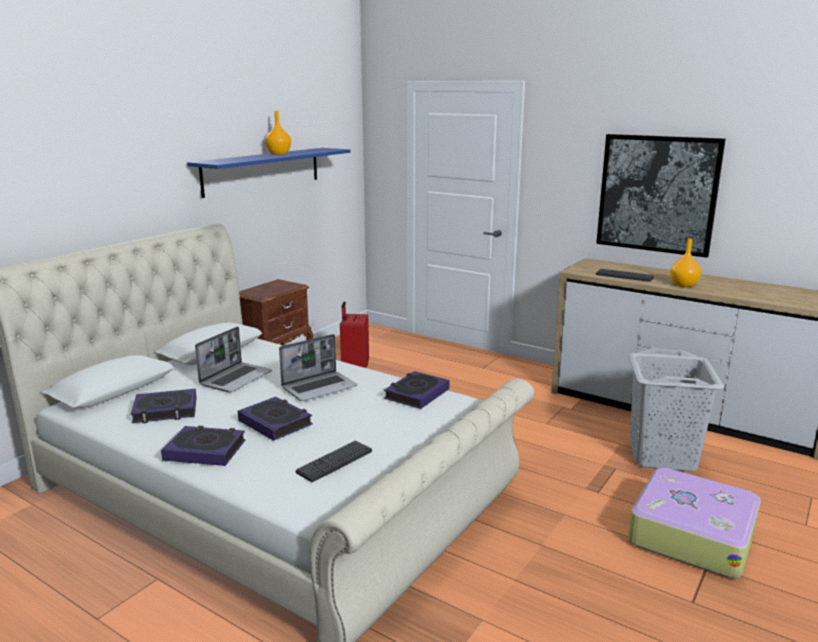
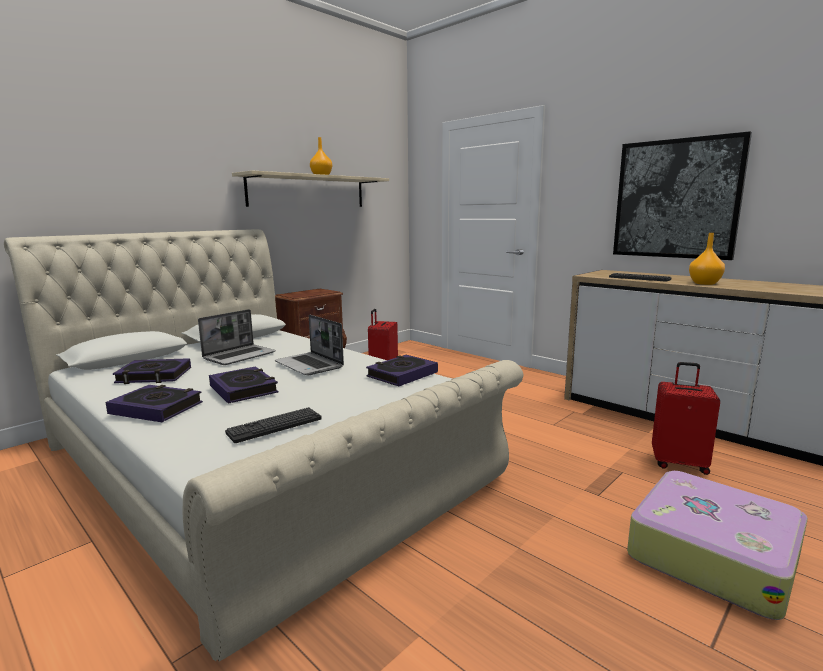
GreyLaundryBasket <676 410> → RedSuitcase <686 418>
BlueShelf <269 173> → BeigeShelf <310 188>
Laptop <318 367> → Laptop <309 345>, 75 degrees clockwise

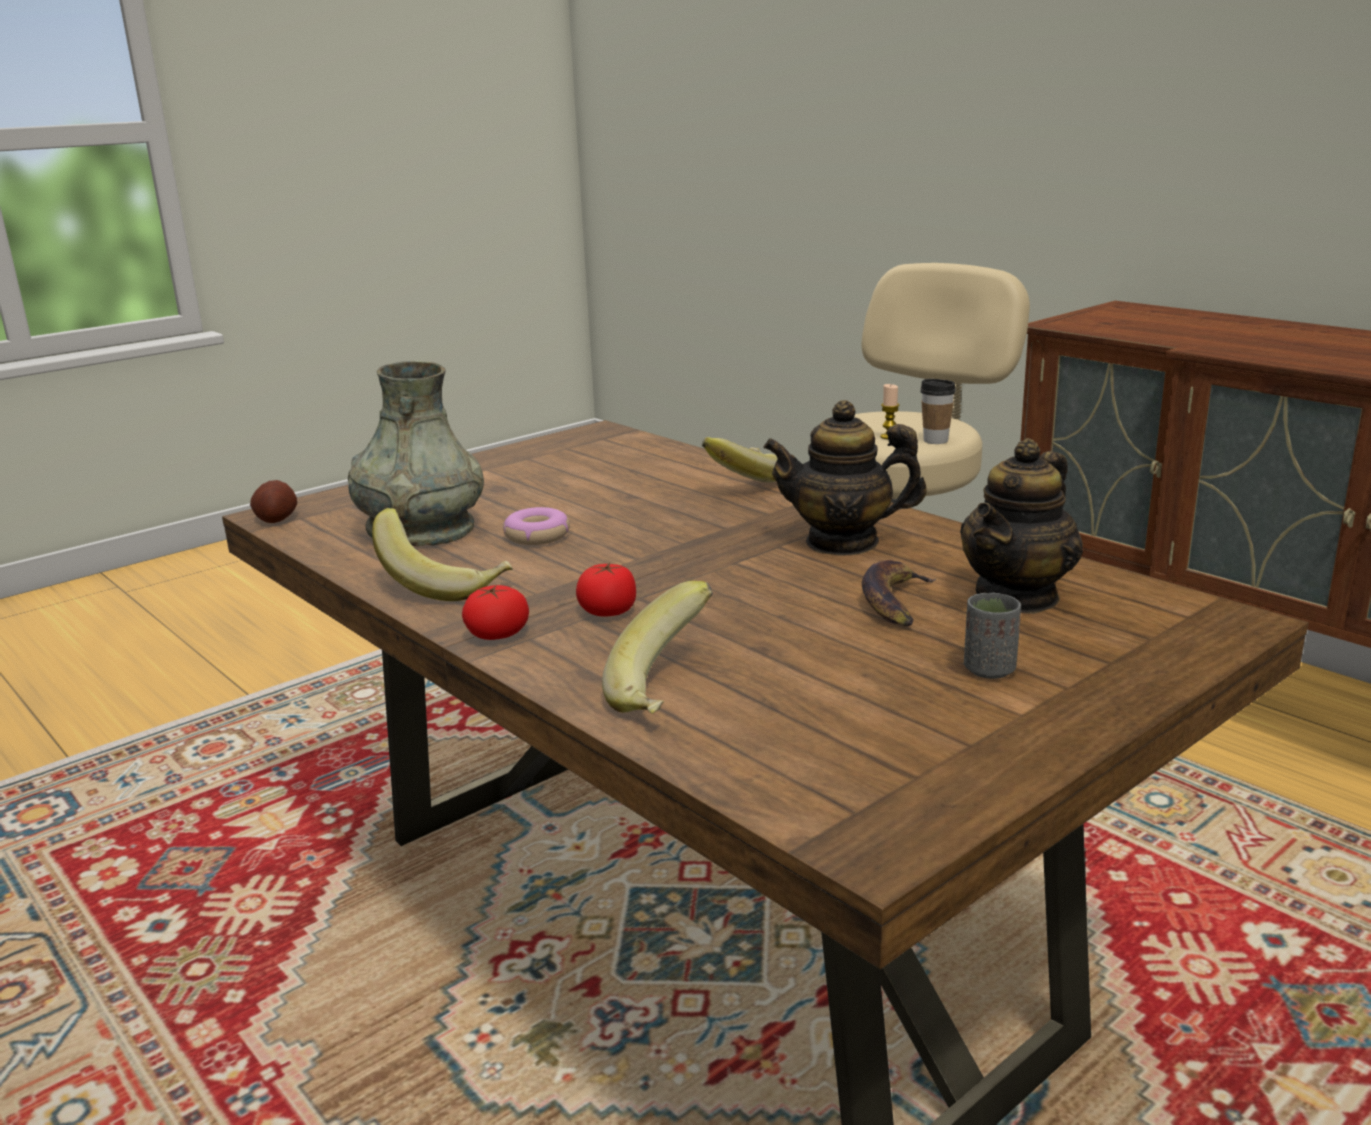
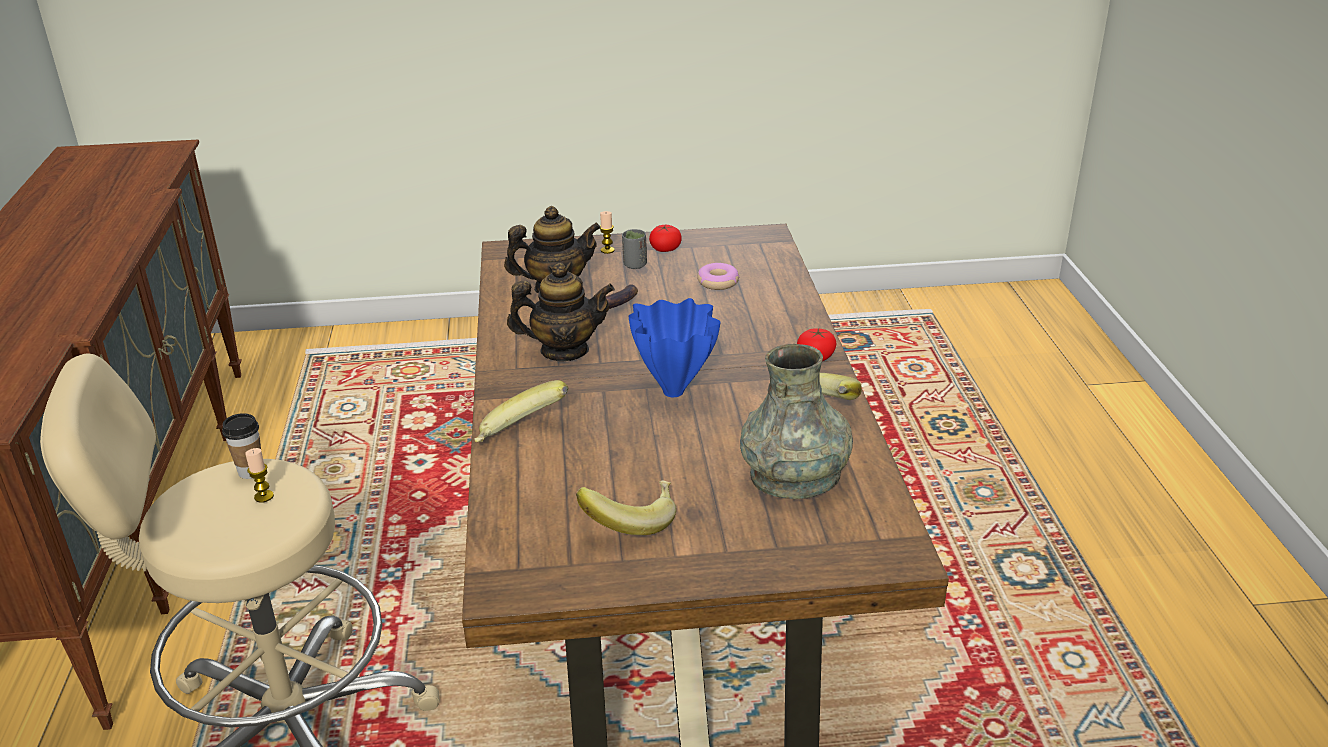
Potato <273 501> → -
- → Candle <607 232>
- → BlueVase <674 347>
Donut <536 526> → Donut <718 276>, moved
Tomato <606 589> → Tomato <665 238>, moved
Banana <657 647> → Banana <626 507>, moved
Teapot <845 478> → Teapot <561 312>, 45 degrees counterclockwise

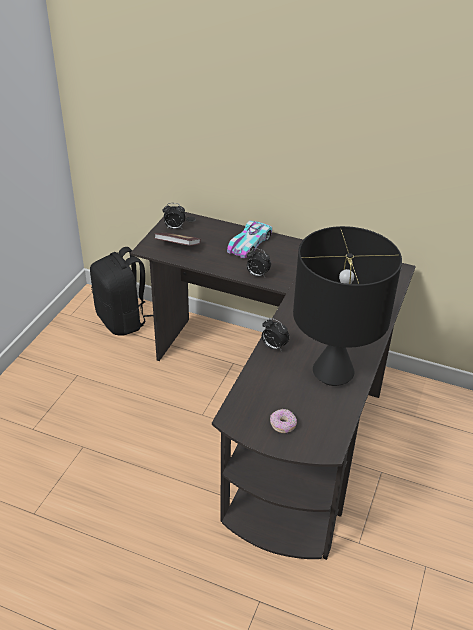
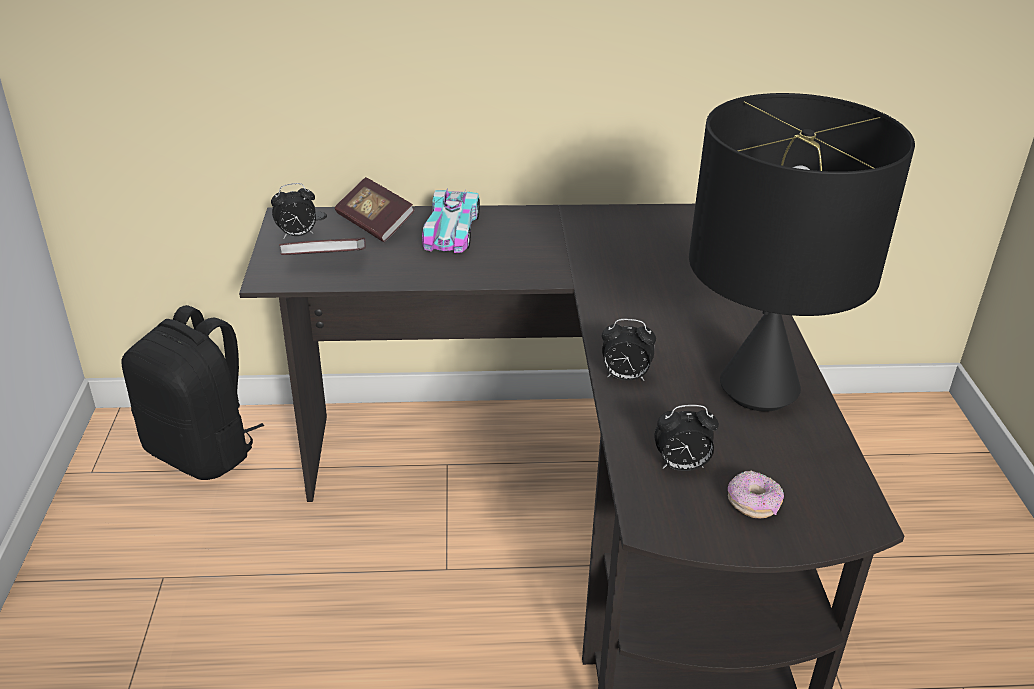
- → Book <375 209>
AlarmClock <259 262> → AlarmClock <686 438>, moved

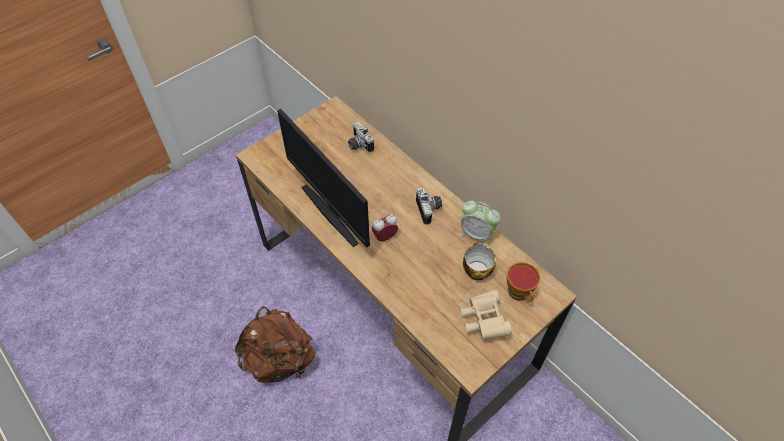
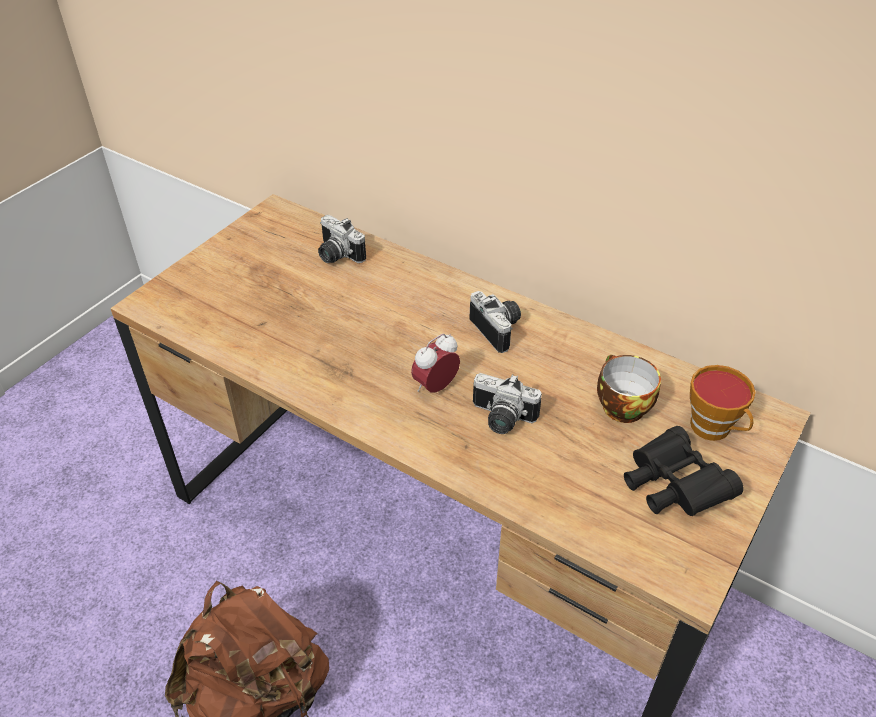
Monitor <323 178> → -
AlarmClock <479 224> → -
- → PhotoCamera <507 403>
BeigeBinoculars <486 314> → BlackBinoculars <684 471>

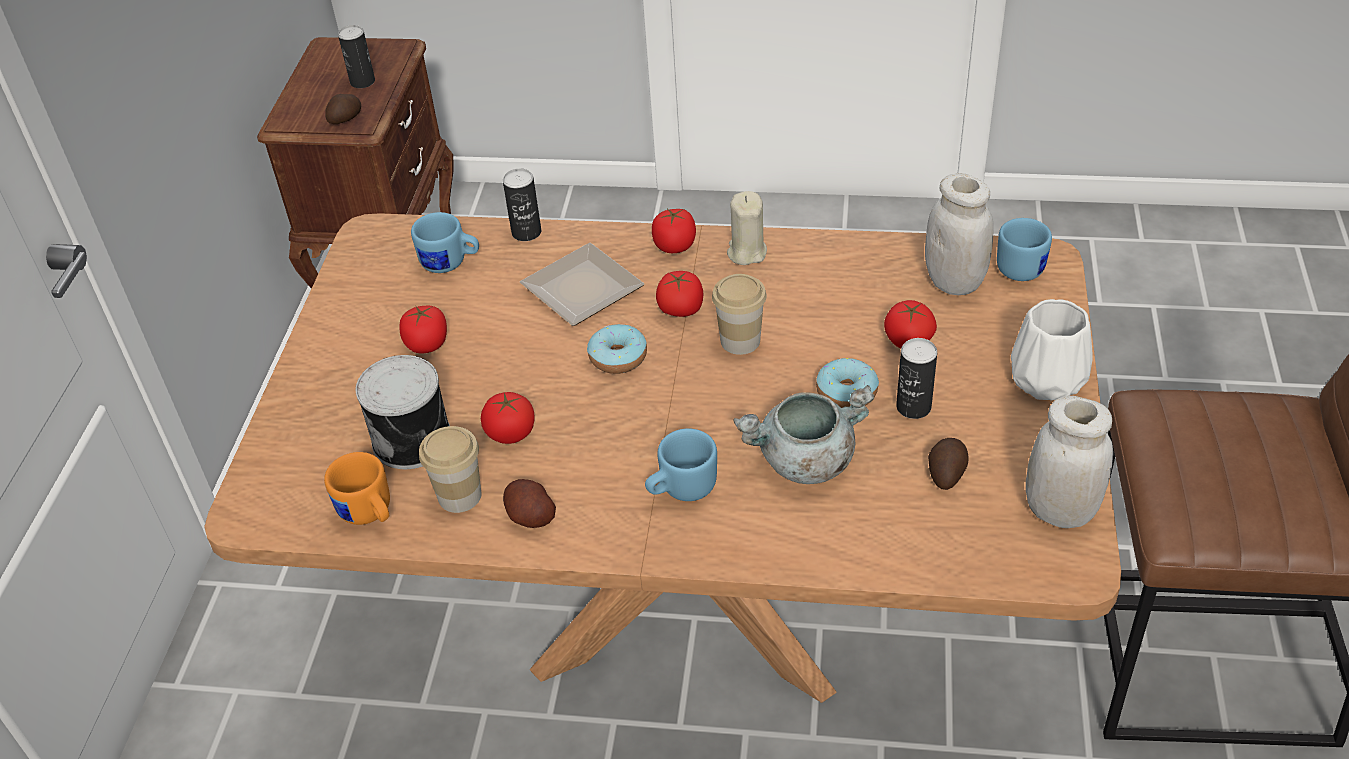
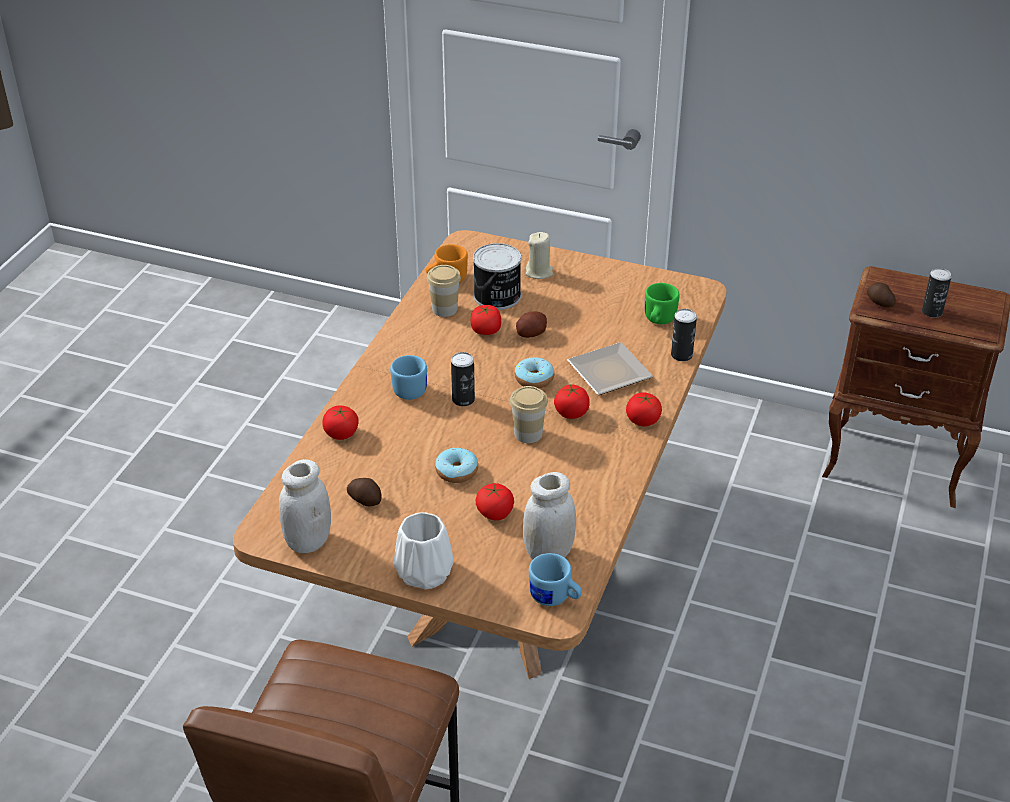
GreyCookingPot <803 434> → -
Tomato <423 329> → Tomato <340 422>, moved
Potato <529 503> → Potato <531 324>, moved
BeigeCandle <747 228> → BeigeCandle <539 255>, moved
Can <916 378> → Can <463 379>, moved
BlueMug <445 242> → GreenMug <662 303>

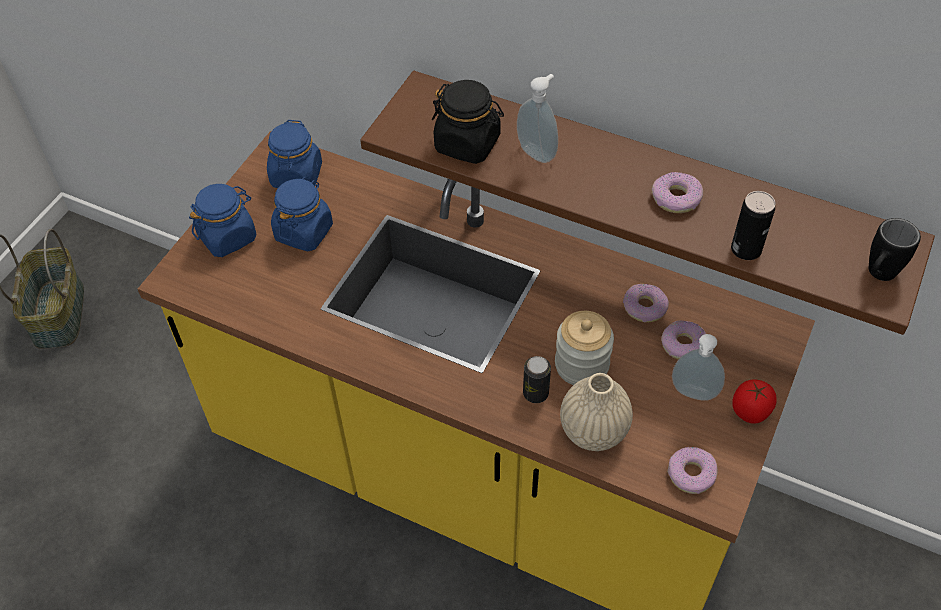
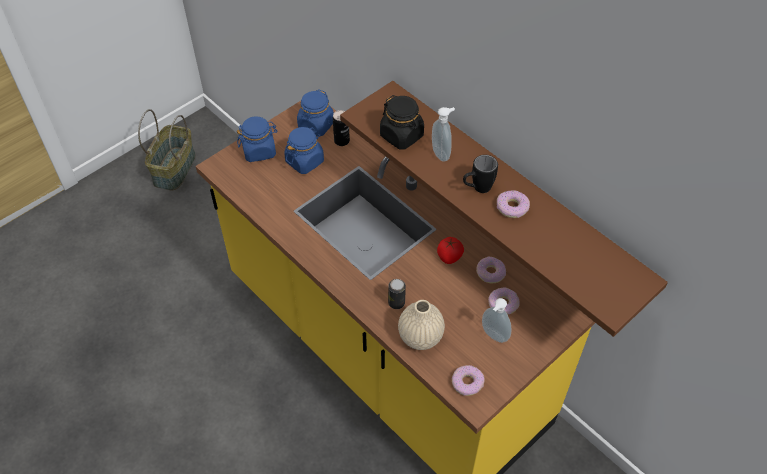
Jar <584 348> → -
Can <753 225> → Can <341 128>, moved
Tomato <754 402> → Tomato <450 250>, moved
BlackMug <895 249> → BlackMug <480 174>, moved

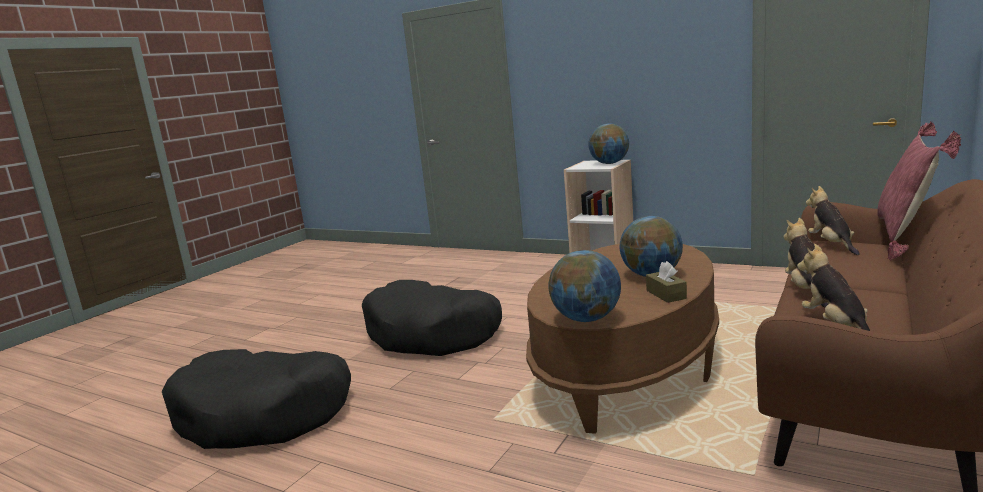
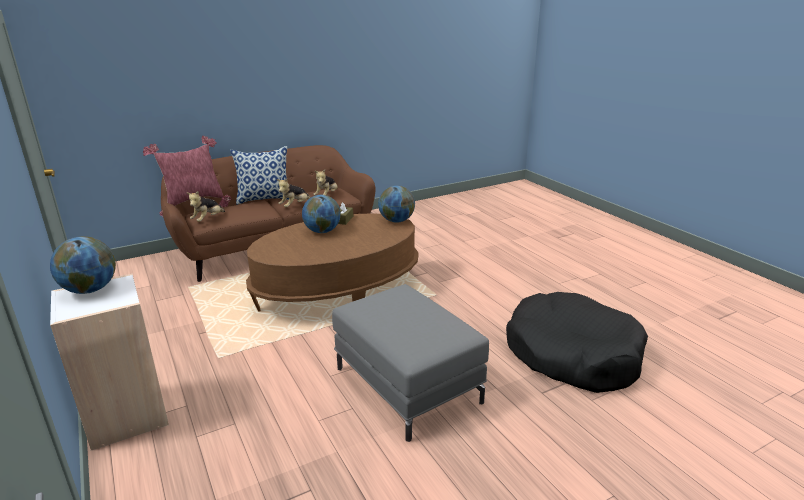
- → Pillow <259 175>
BlackDogBed <432 318> → GreyOttoman <410 363>

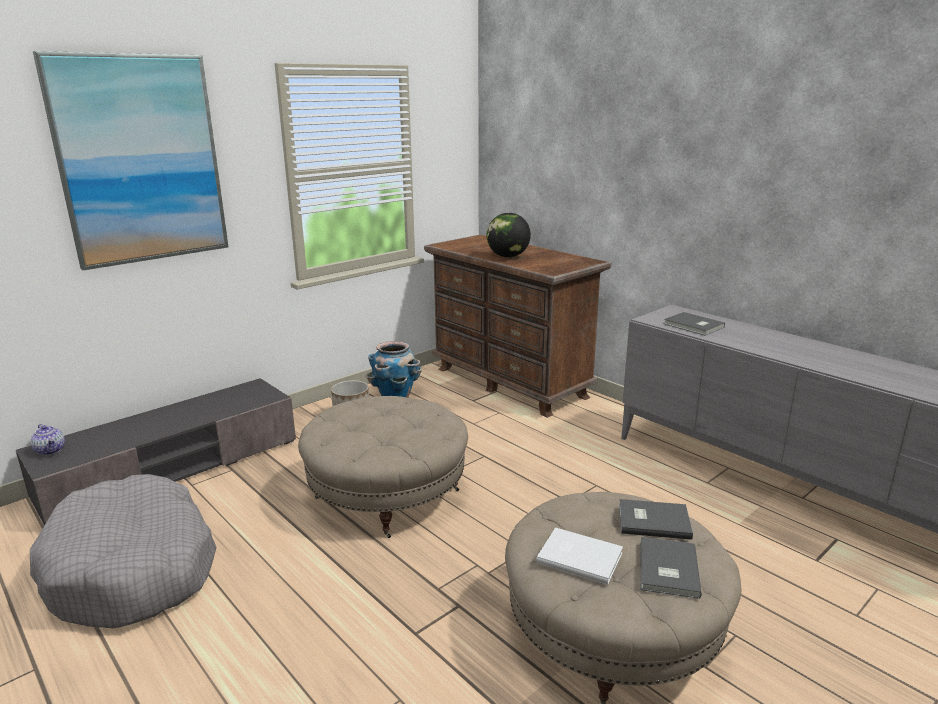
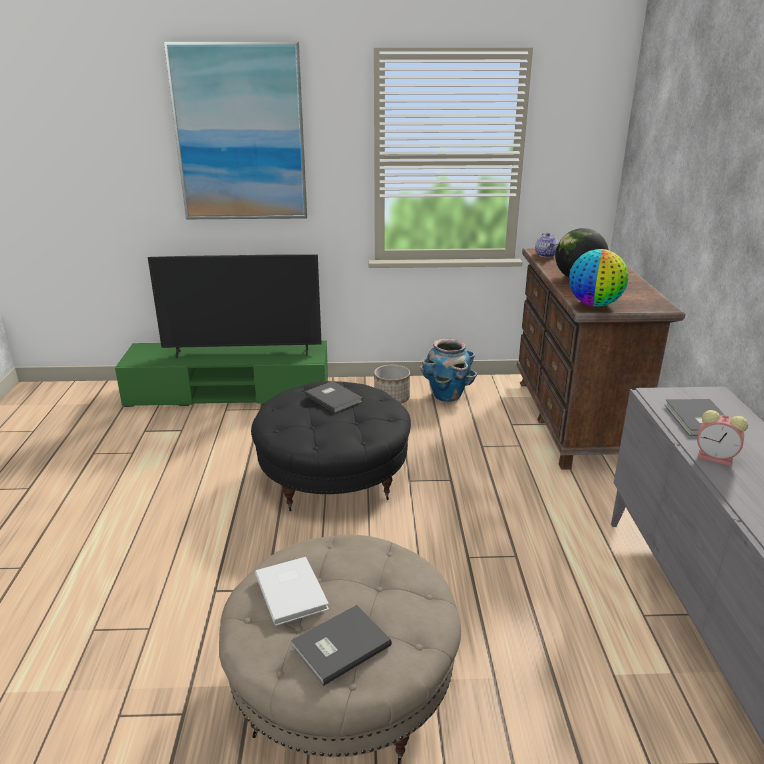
GreyDogBed <123 551> → -
- → Television <235 306>
- → Globe <598 278>
- → AlarmClock <722 438>
Teapot <47 439> → Teapot <547 245>, moved
GreyBook <656 519> → GreyBook <333 397>, moved
GreyTvStand <156 451> → GreenTvStand <221 374>
BeigeOttoman <383 467> → BlackOttoman <331 446>

